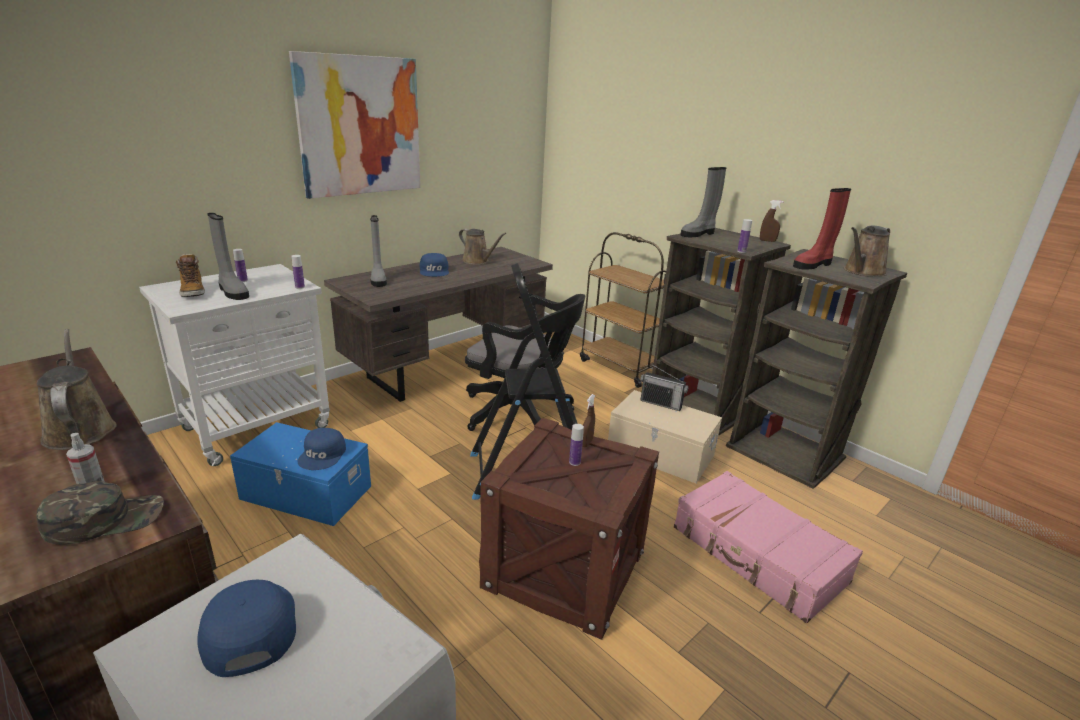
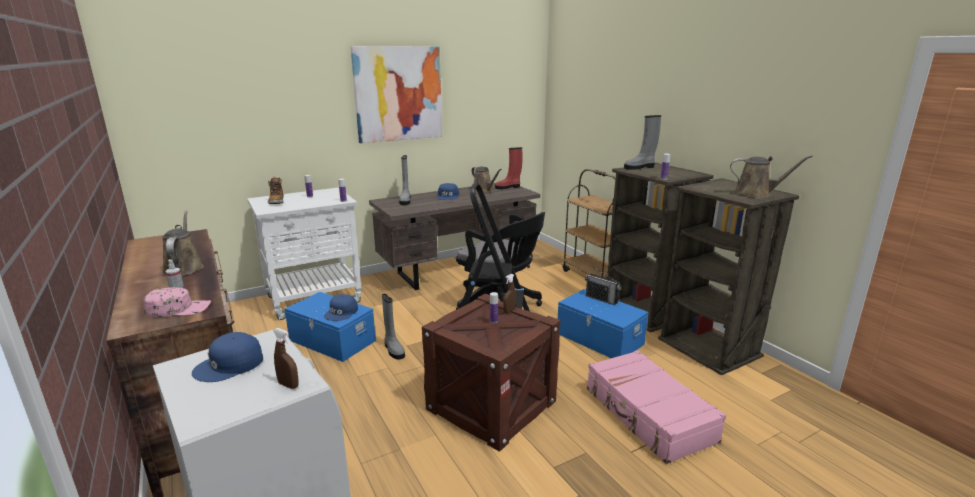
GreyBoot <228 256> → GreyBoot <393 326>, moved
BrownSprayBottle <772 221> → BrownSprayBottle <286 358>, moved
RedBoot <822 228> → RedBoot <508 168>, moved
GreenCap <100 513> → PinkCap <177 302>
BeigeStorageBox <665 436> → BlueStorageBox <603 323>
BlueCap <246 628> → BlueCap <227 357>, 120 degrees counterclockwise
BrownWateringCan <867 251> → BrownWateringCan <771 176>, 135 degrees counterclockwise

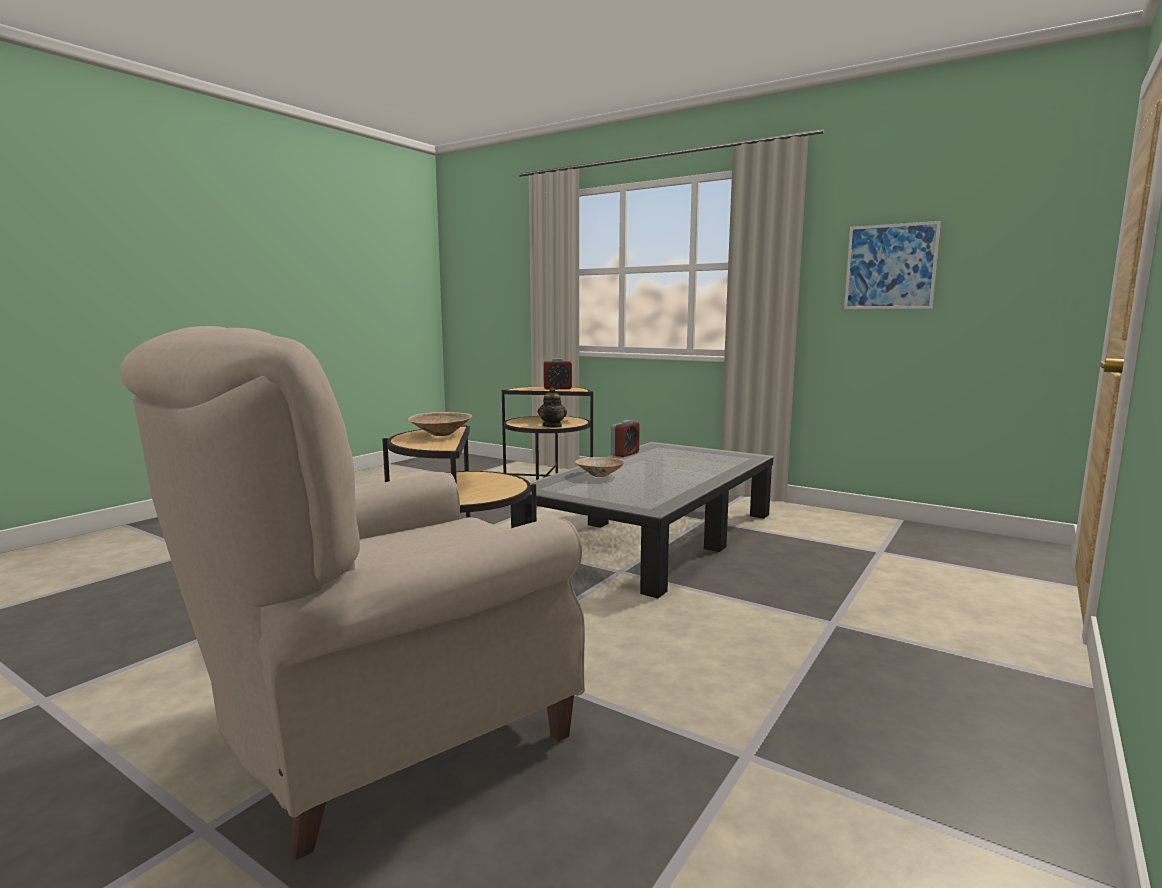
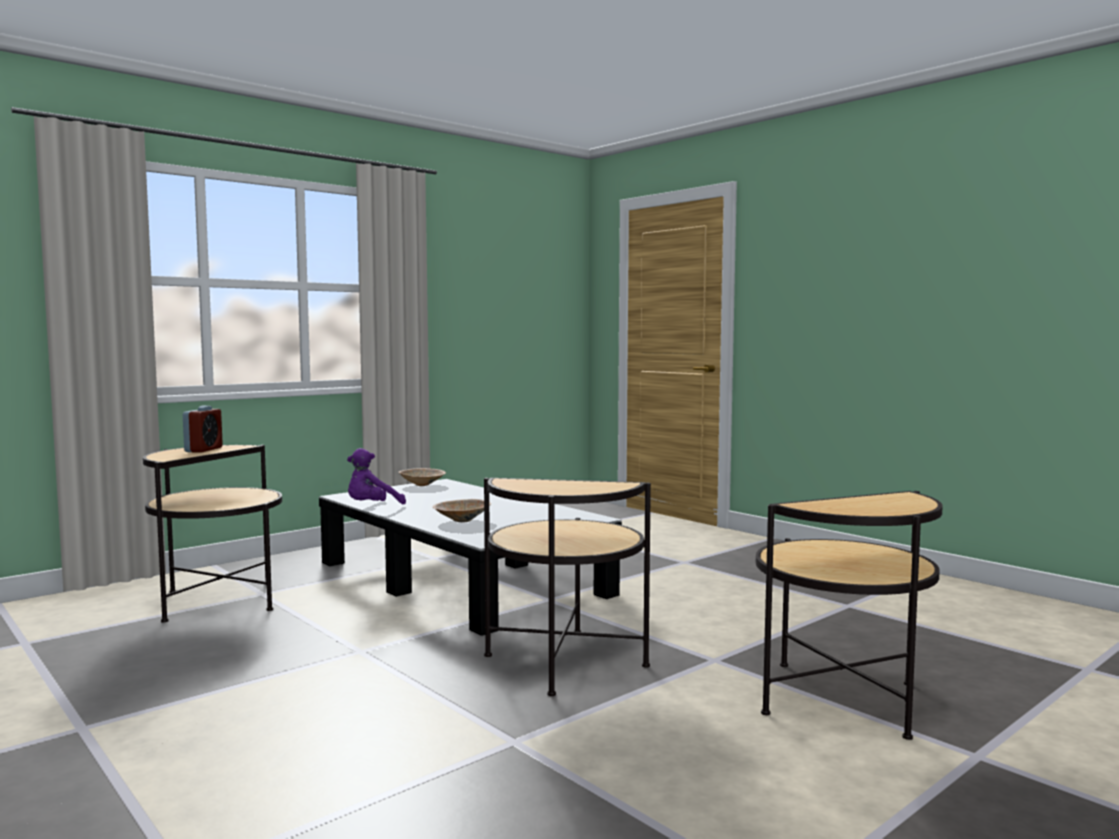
Teapot <552 407> → -
Picture <892 265> → -
BeigeBowl <440 424> → BeigeBowl <422 477>, moved
BeigeArmchair <352 593> → SideTable <849 615>
AlarmClock <625 438> → PurplePlushToy <376 476>

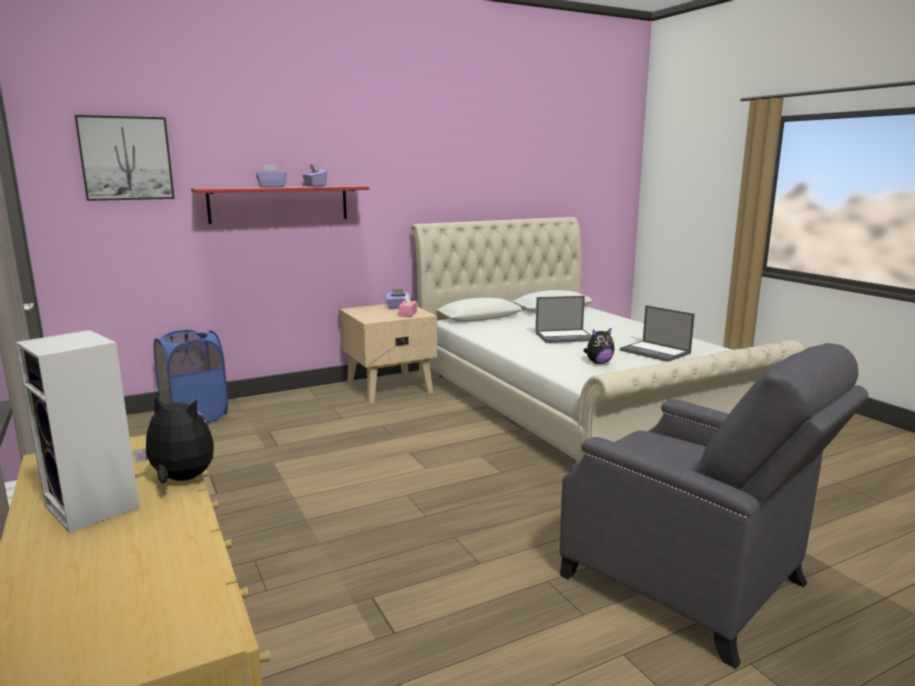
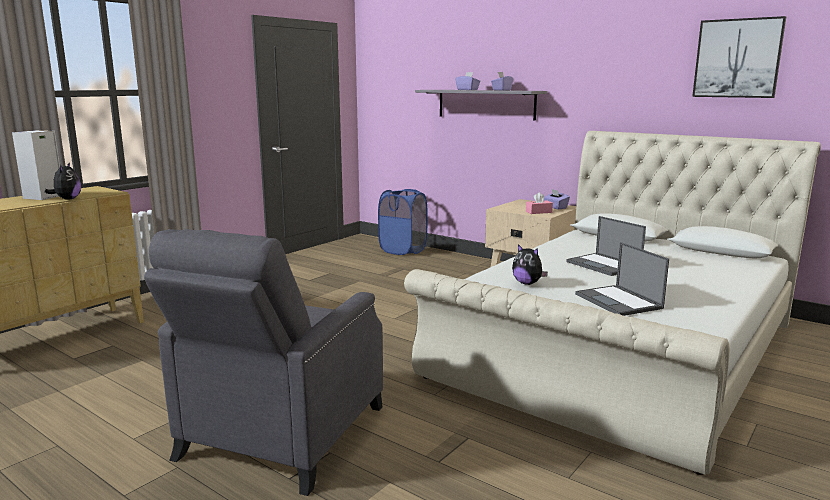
Picture <125 158> → Picture <739 57>, moved
RedShelf <280 204> → GreyShelf <481 105>
Laptop <657 333> → Laptop <622 279>, 45 degrees counterclockwise

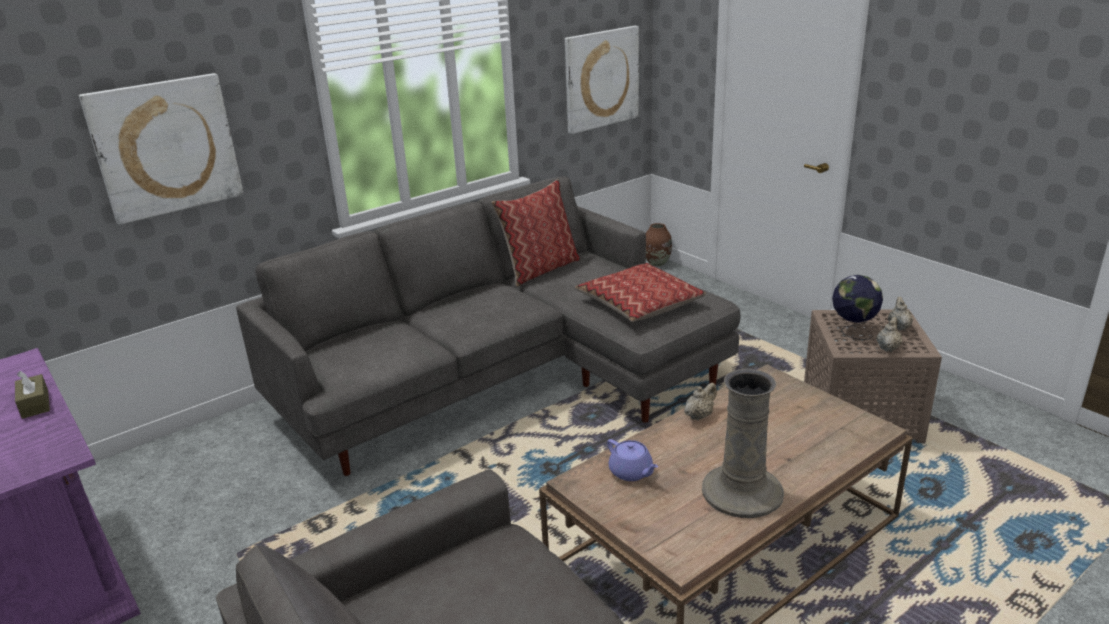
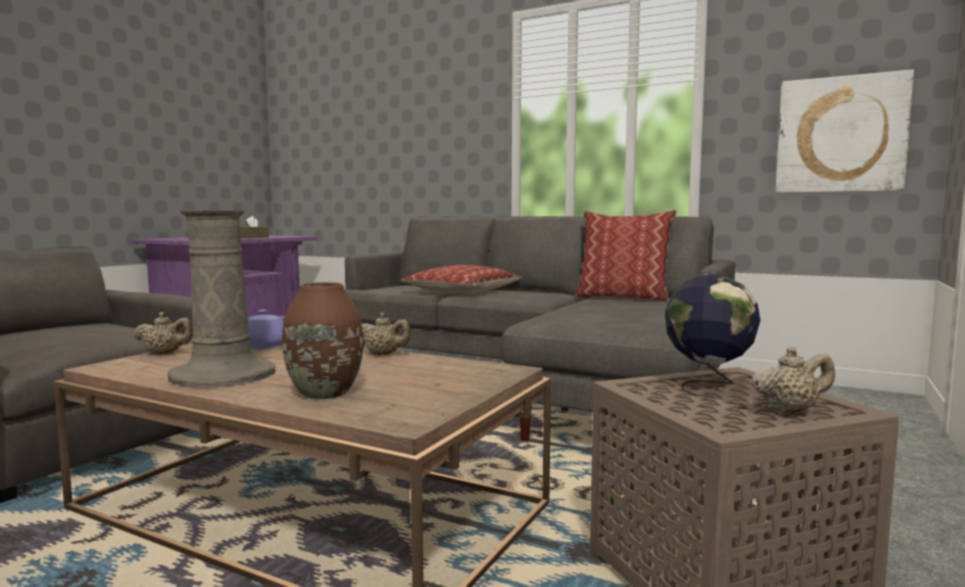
Picture <161 149> → -
Pillow <640 292> → Pillow <461 279>, moved
BrownVase <659 244> → BrownVase <322 340>, moved
BeigeTeapot <889 334> → BeigeTeapot <163 333>, moved

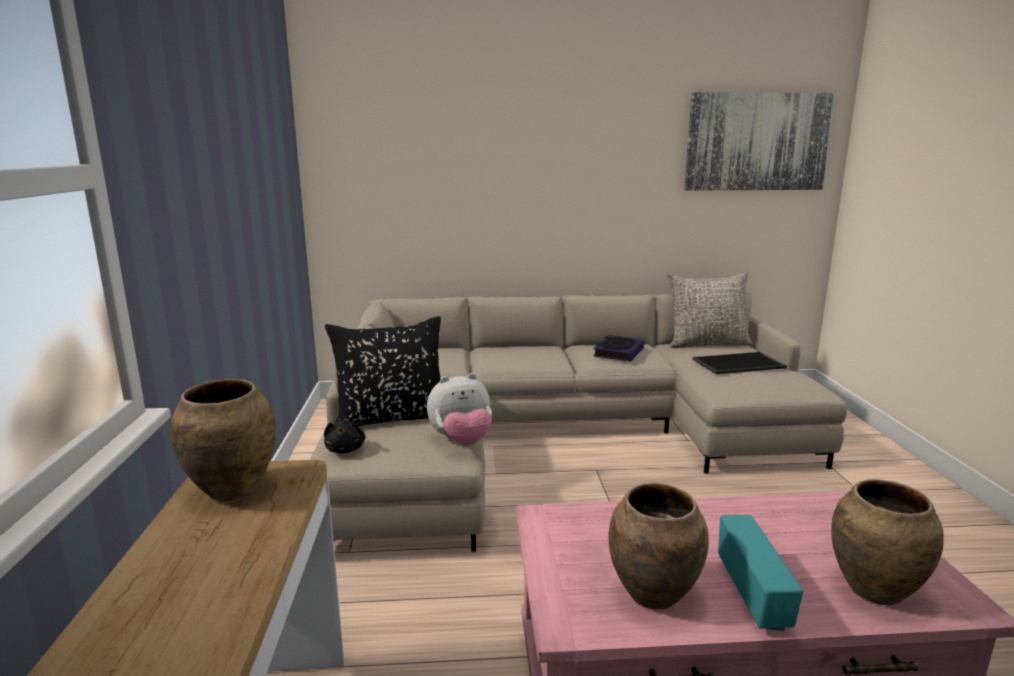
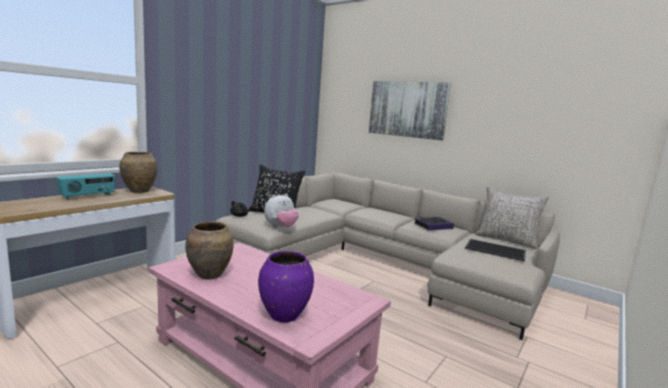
Picture <760 141> → Picture <410 110>, moved
Radio <760 573> → Radio <85 186>, moved
BrownVase <887 542> → PurpleVase <286 287>
PlushToy <459 409> → PlushToy <281 211>, 60 degrees counterclockwise

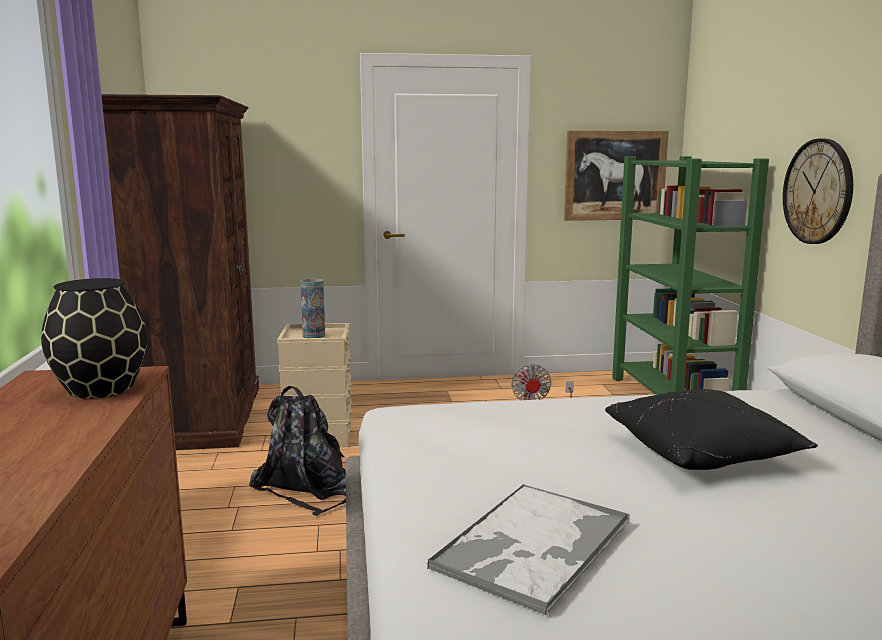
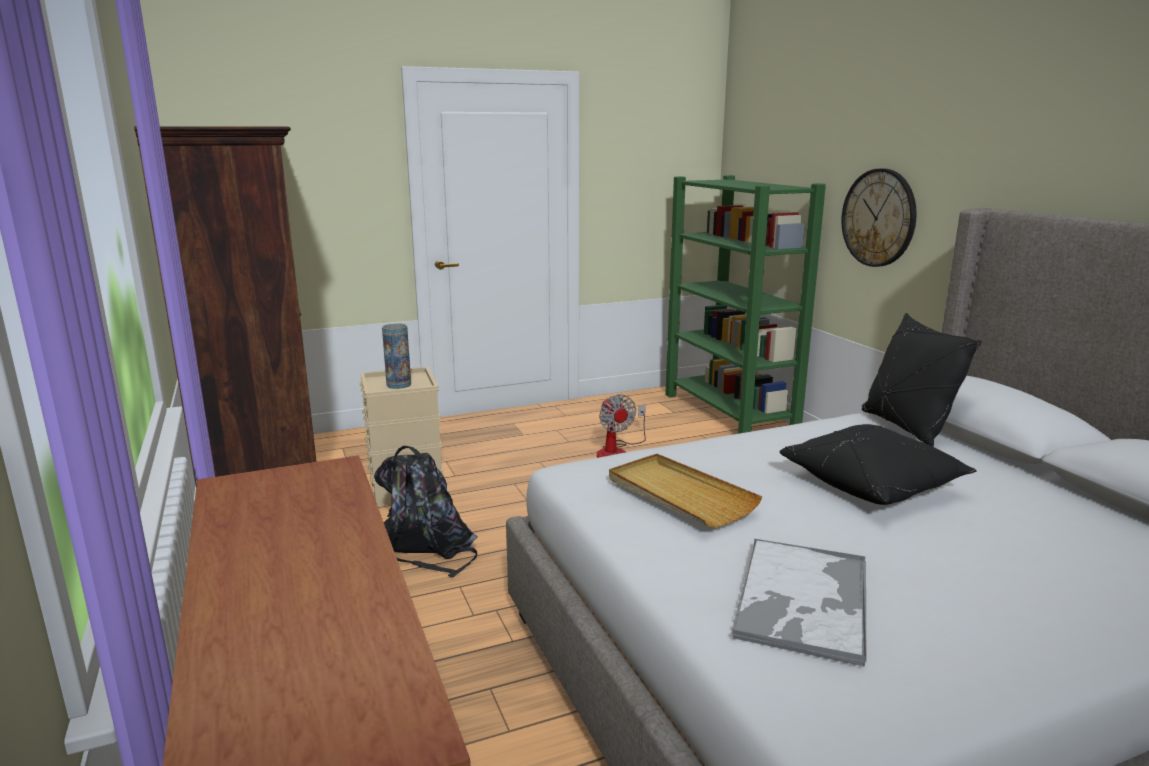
BlackVase <94 338> → -
Picture <616 176> → -
- → BeigeTray <685 491>
- → BlackPillow <921 380>

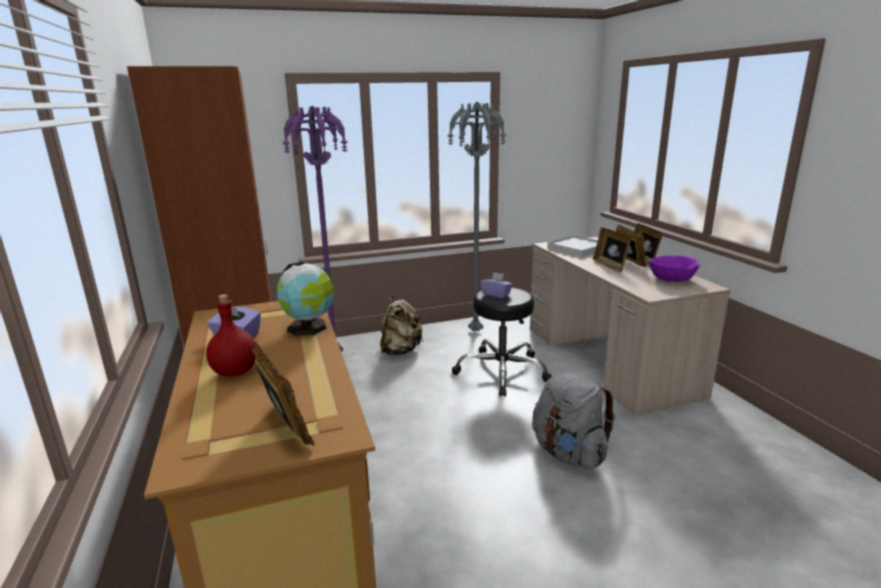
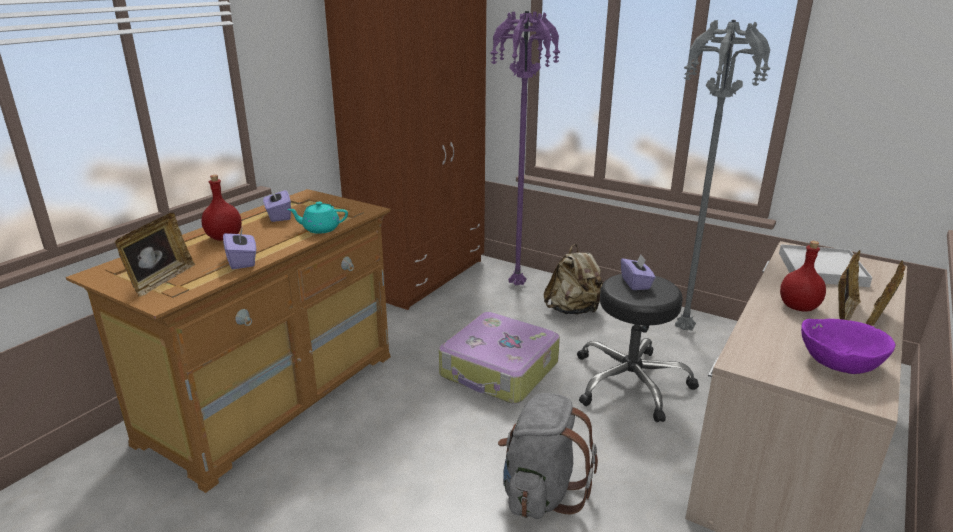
- → PurpleTissueBox <239 249>
- → Suitcase <499 358>
Globe <305 299> → TurquoiseTeapot <317 218>
PictureFrame <612 250> → RedBottle <803 276>

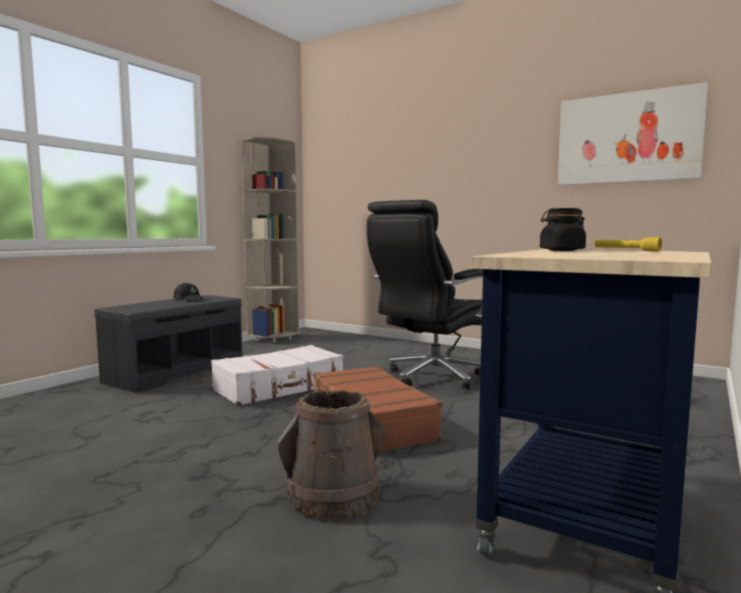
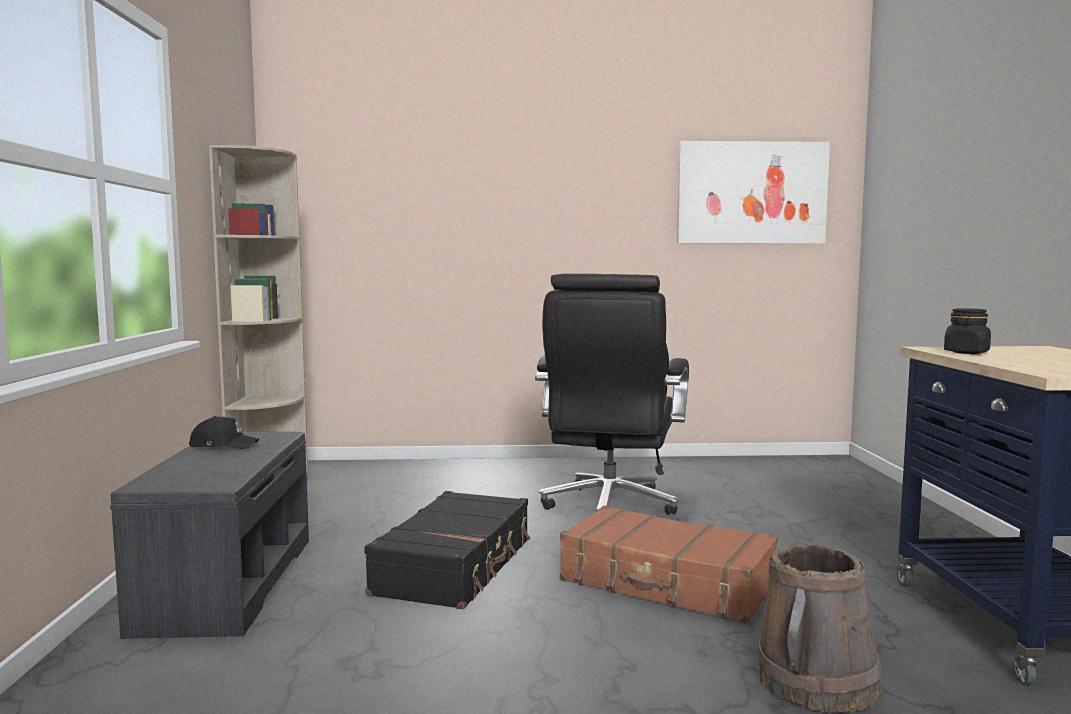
YellowFlashlight <628 244> → -
WhiteSuitcase <277 375> → BlackSuitcase <447 550>

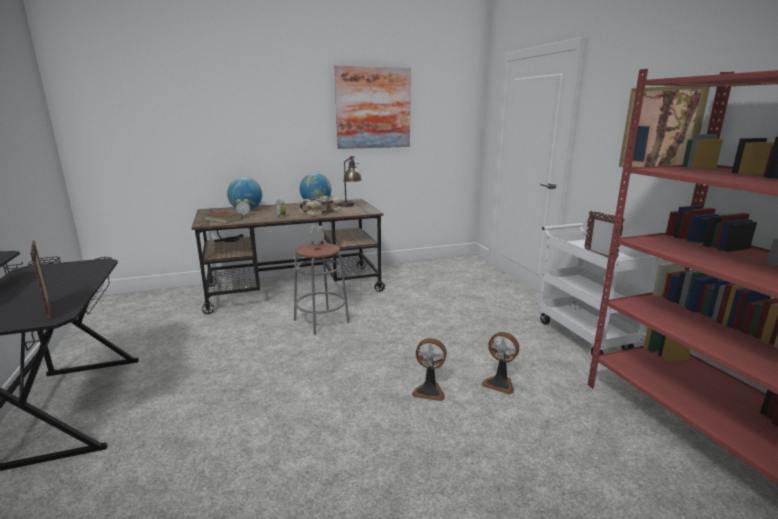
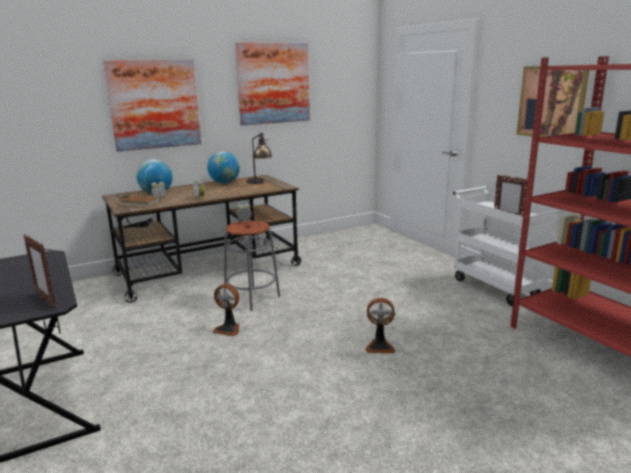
Book <320 206> → -
- → Picture <152 105>
Fan <500 363> → Fan <226 310>, moved

